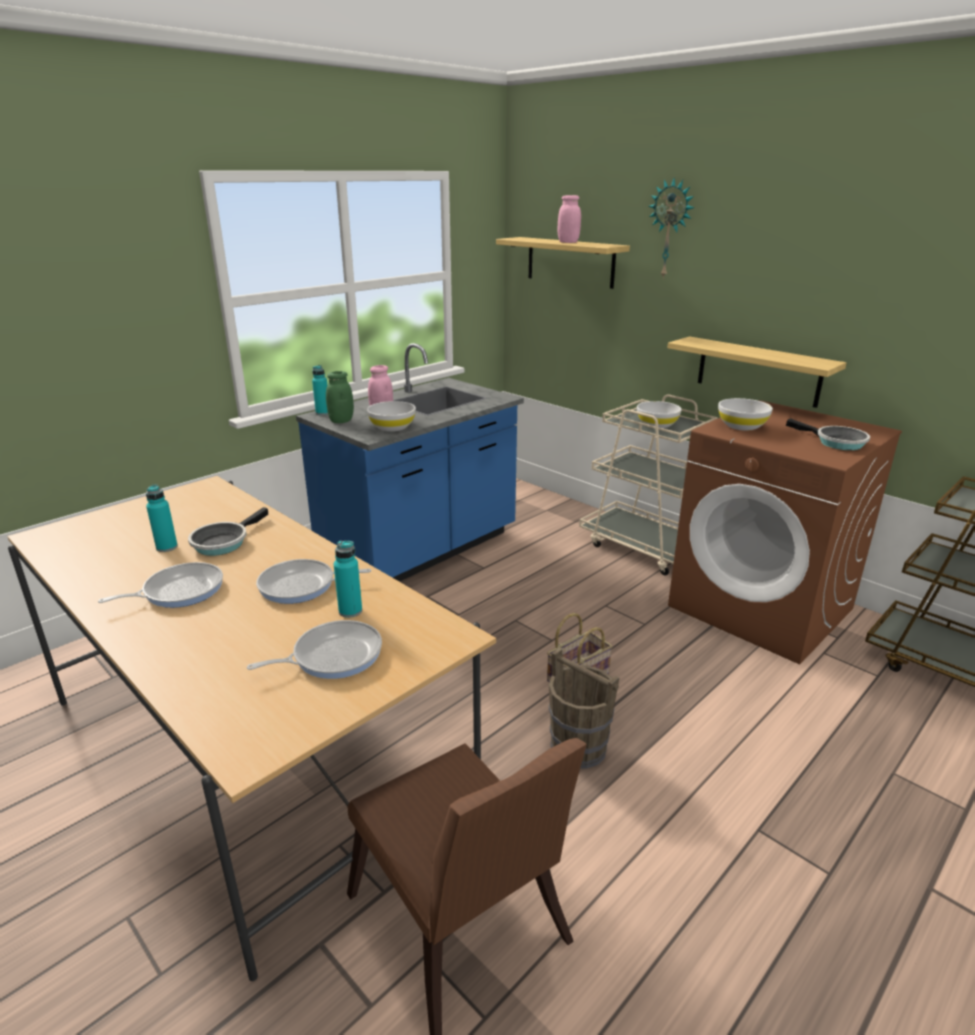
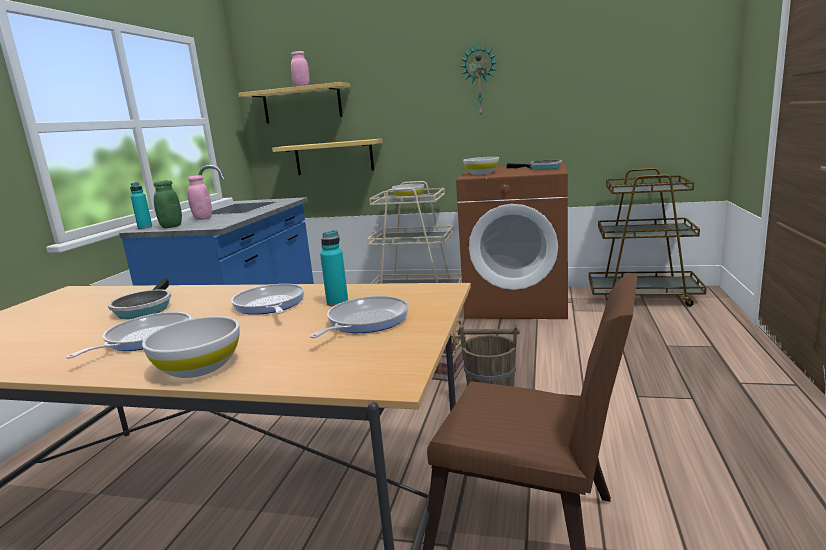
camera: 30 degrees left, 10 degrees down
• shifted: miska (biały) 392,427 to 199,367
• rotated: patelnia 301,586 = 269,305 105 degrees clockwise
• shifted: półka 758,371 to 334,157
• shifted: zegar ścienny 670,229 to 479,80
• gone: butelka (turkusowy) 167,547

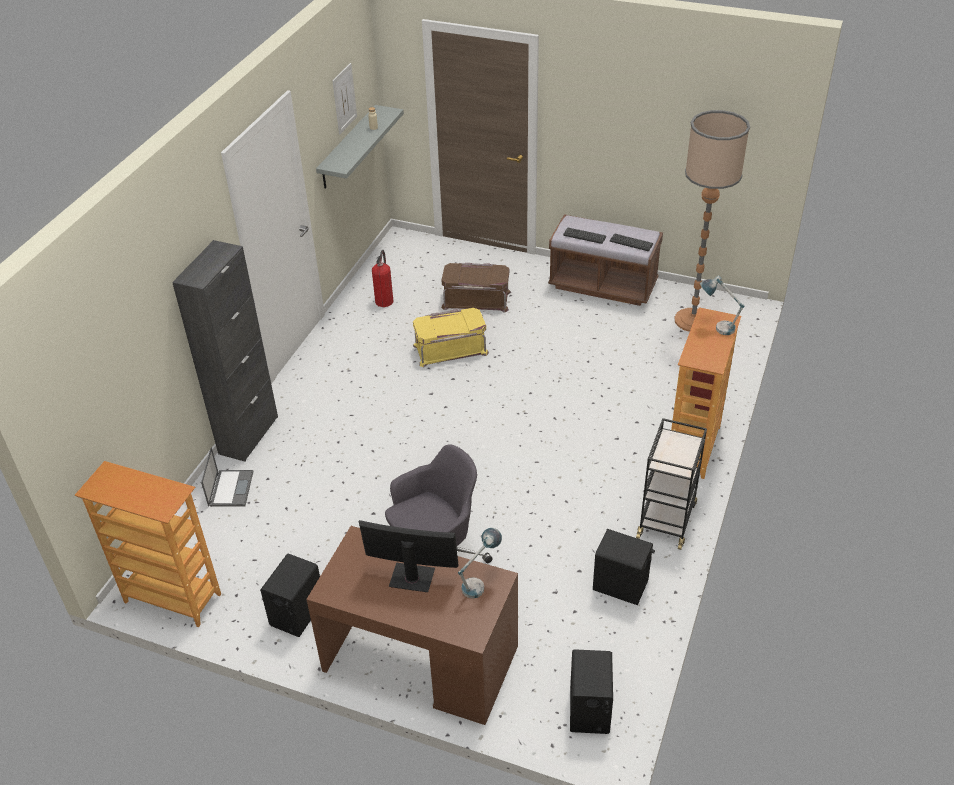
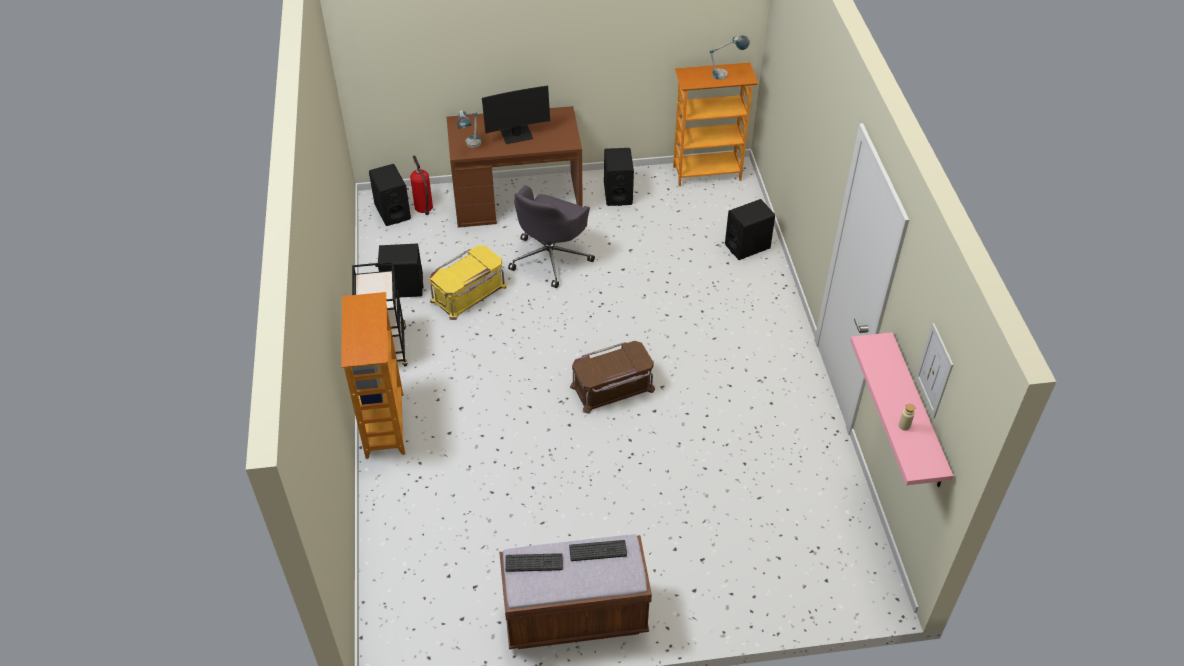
camera: 150 degrees right, 5 degrees up
• shifted: gaśnica 384,300 to 424,208
• shifted: pojemnik do przechowywania (żółty) 450,348 to 469,294
• shifted: pojemnik do przechowywania (brązowy) 476,299 to 612,388
• shifted: lampa stołowa 716,327 to 726,74
• swapped: laptop 230,488 to głośnik (czarny) 747,246
• repainted: półka (szary) 348,147 to półka (różowy) 917,412
• gone: szafka (czarny) 248,435
• gone: lampa stojąca 693,320

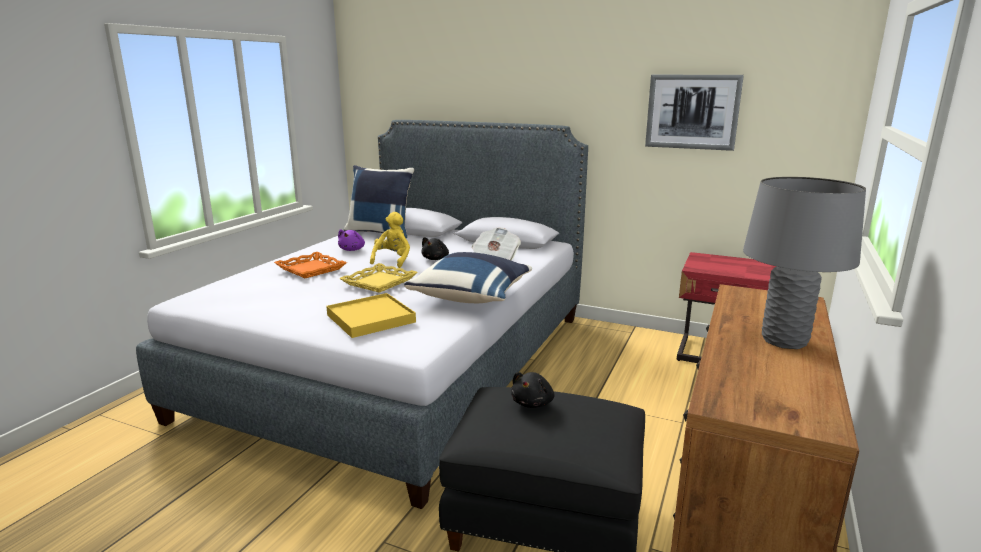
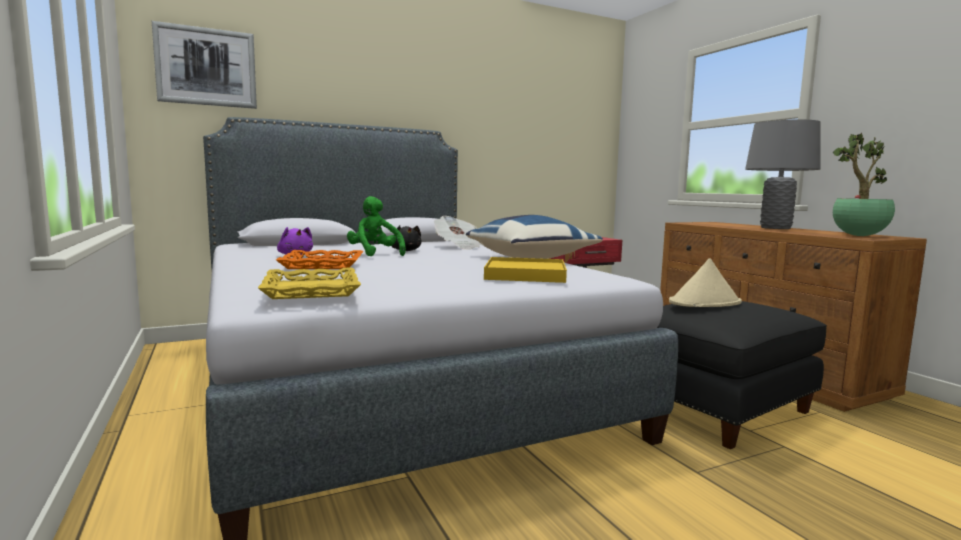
camera: 50 degrees left, 10 degrees down
• shifted: obraz 692,112 to 206,67
• shifted: taca (żółty) 379,282 to 310,290
• repainted: pluszak (żółty) 392,260 to pluszak (zielony) 375,254
• swapped: pluszak (czarny) 533,403 to kapelusz (beżowy) 705,303
• new: roślina doniczkowa 858,236
• gone: poduszka (niebieski) 381,232

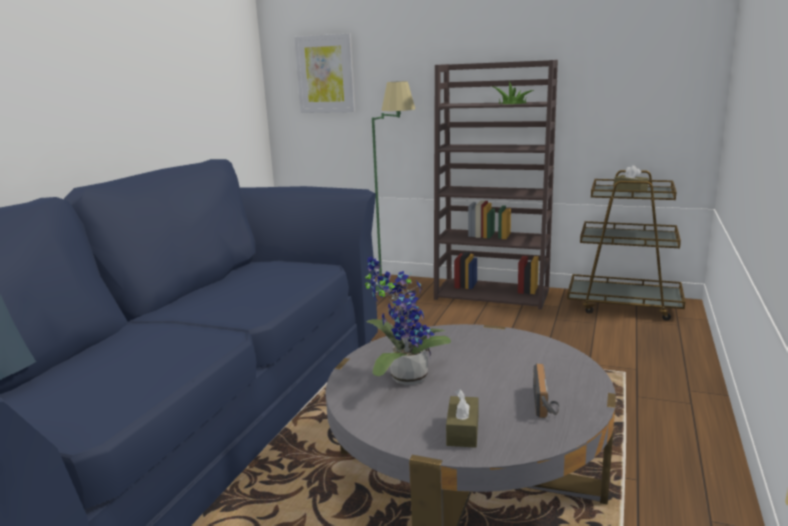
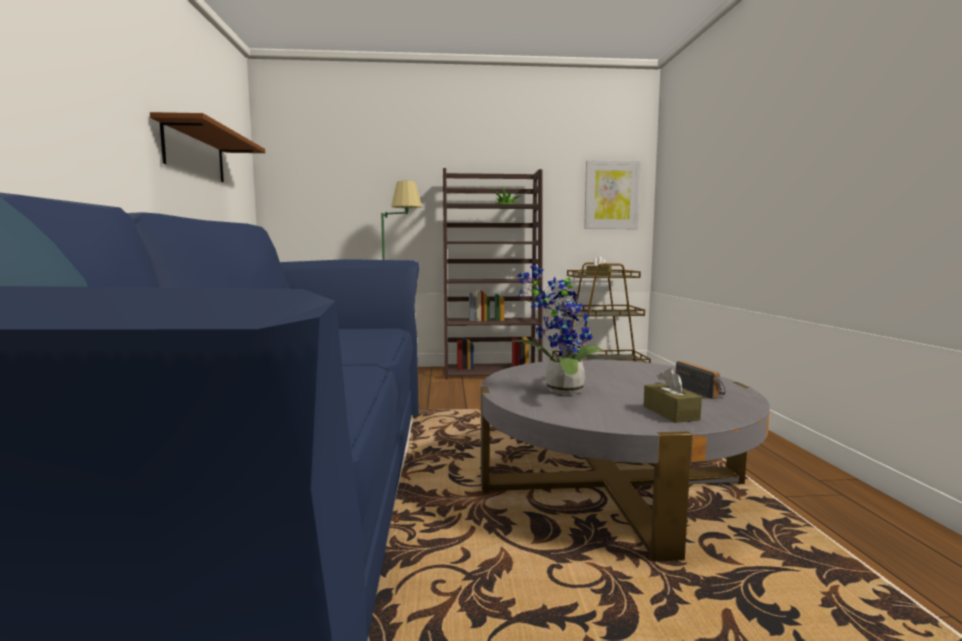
camera: 25 degrees left, 10 degrees down
• new: półka (brązowy) 194,153
• shifted: obraz 325,74 to 611,195

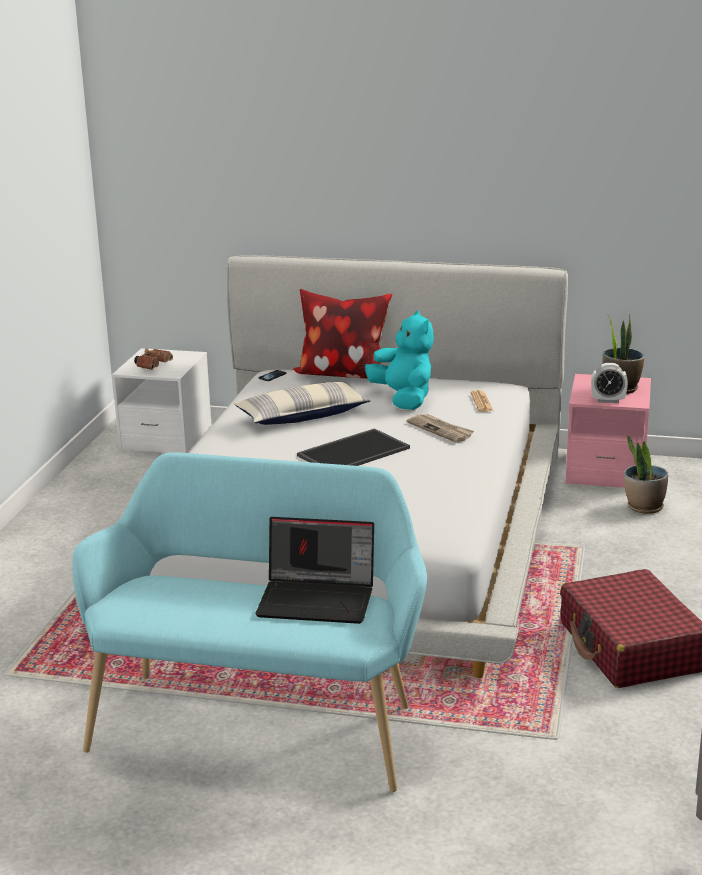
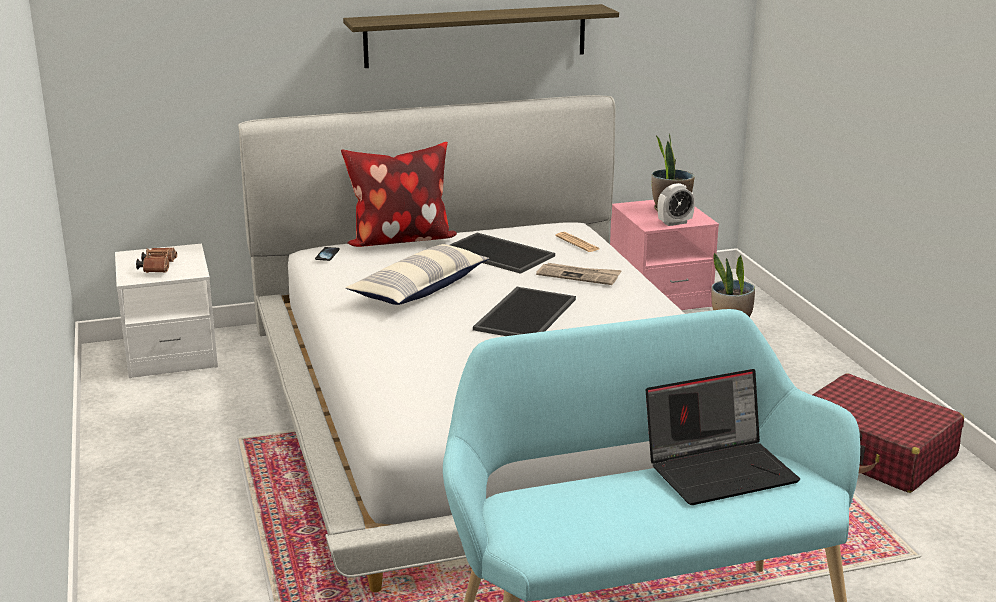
camera: 30 degrees left, 0 degrees up
• new: półka 476,35
• swapped: pluszak (turkusowy) 403,399 to taca 499,253

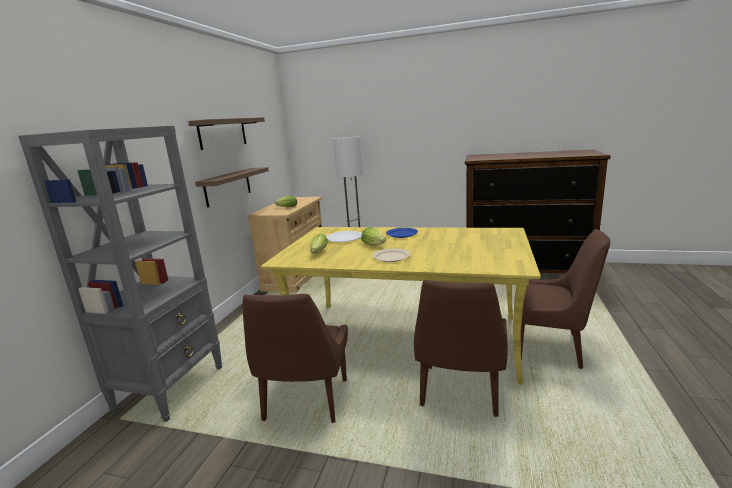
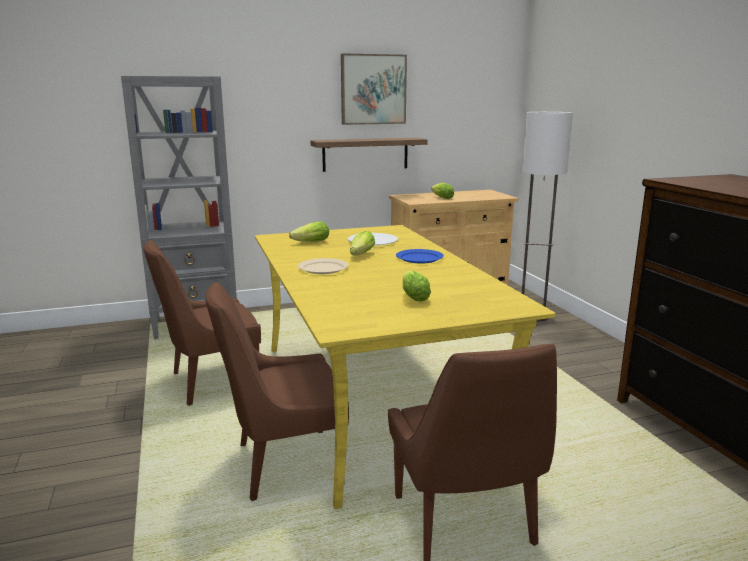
camera: 55 degrees right, 0 degrees up
• swapped: półka 222,133 to obraz 373,89
• new: sałata 414,296

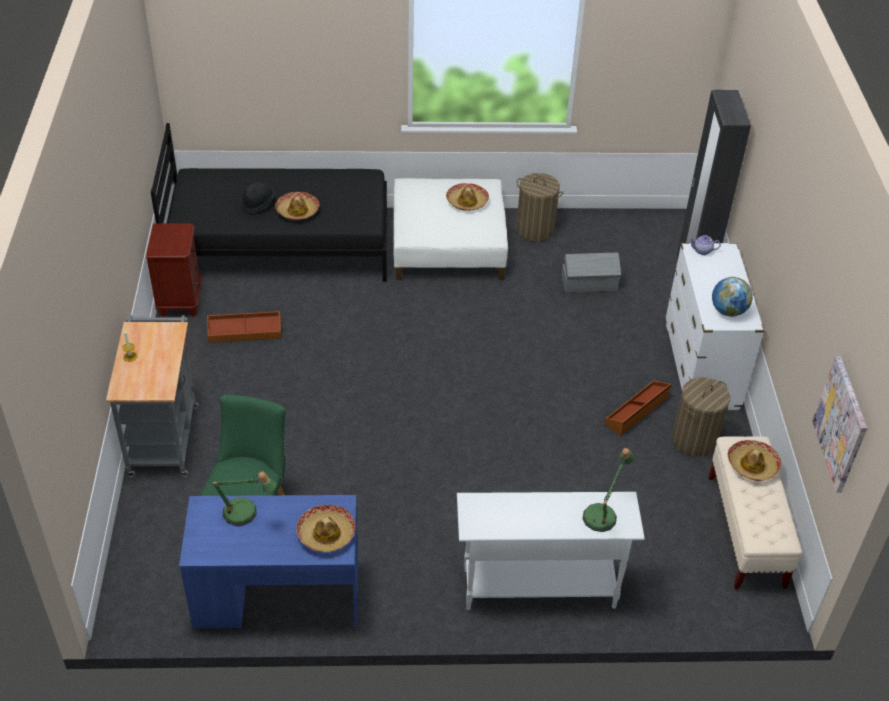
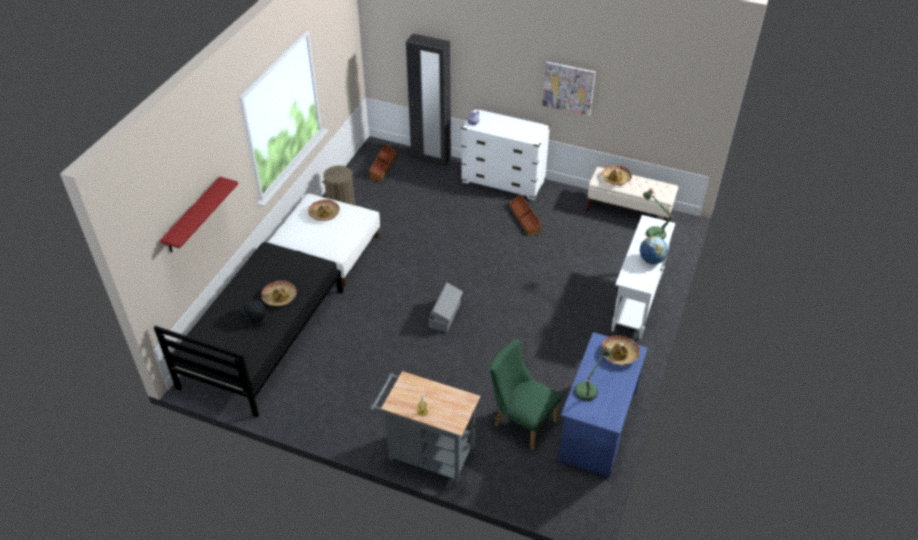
camera: 65 degrees left, 0 degrees up
• new: półka (czerwony) 193,216
• shifted: pojemnik do przechowywania (brązowy) 245,333 to 383,166
• shifted: pojemnik do przechowywania (szary) 590,284 to 445,315
• shifted: obraz 841,424 to 568,88
• shifted: globus 728,311 to 651,260
• gone: szafka nocna (brązowy) 180,300
• gone: kosz na pranie 694,440

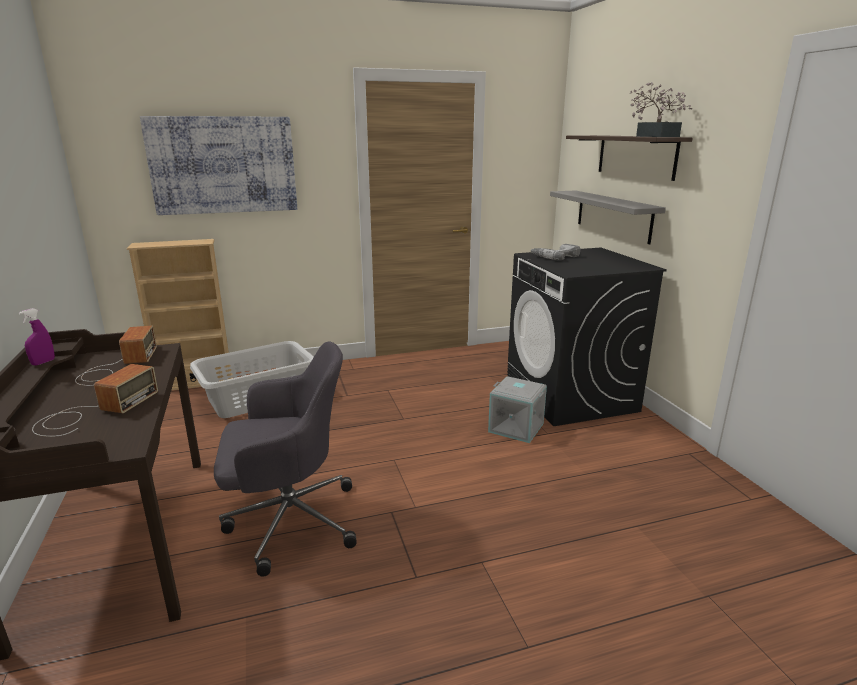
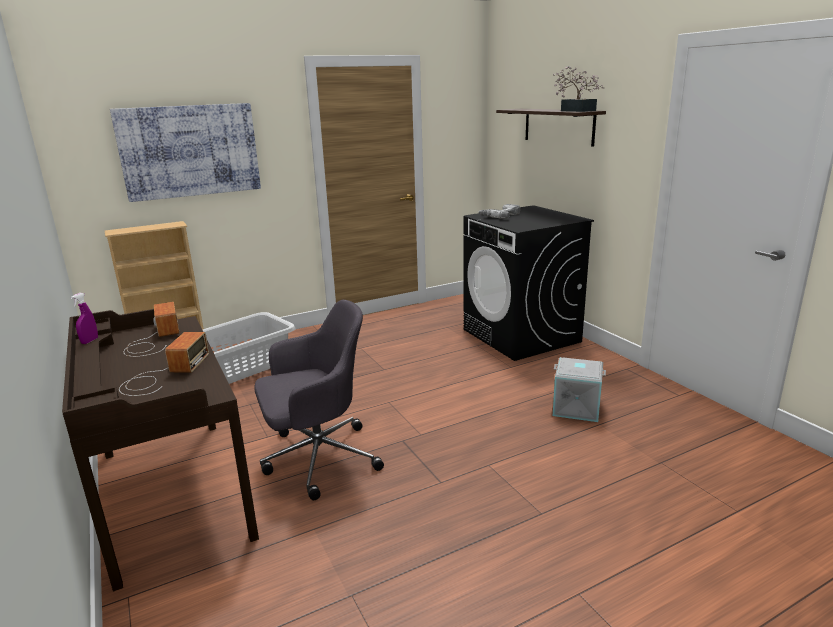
camera: 10 degrees left, 0 degrees up
• shifted: pojemnik do przechowywania (szary) 516,427 to 577,407
• gone: półka (szary) 613,215

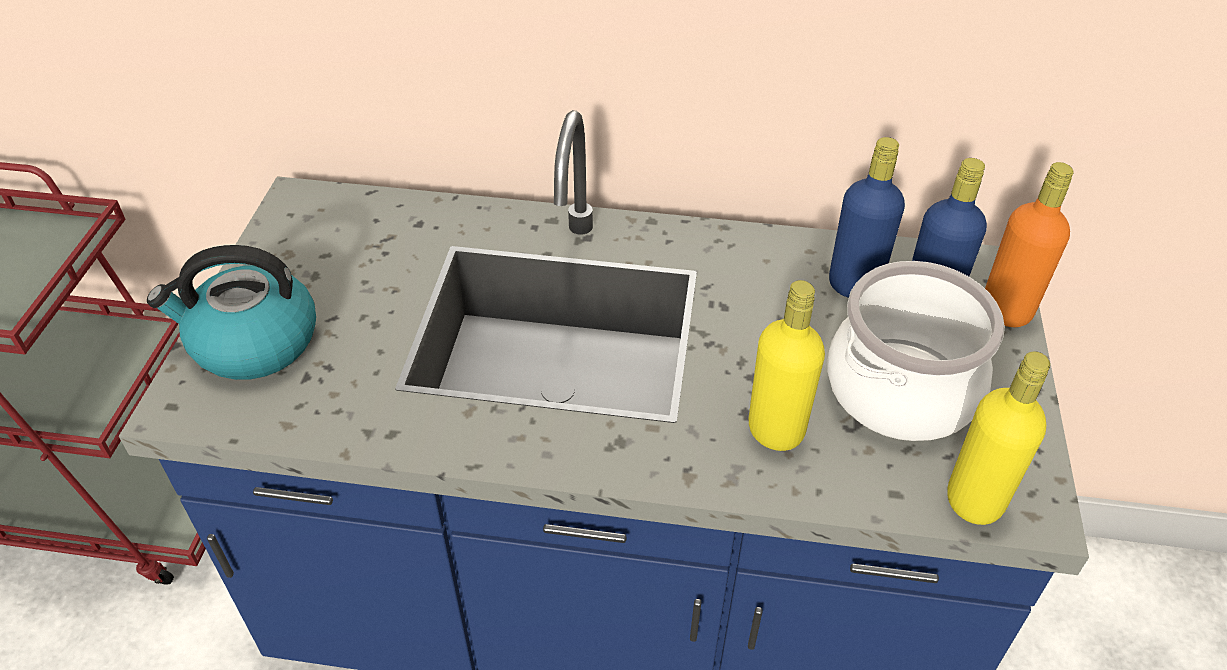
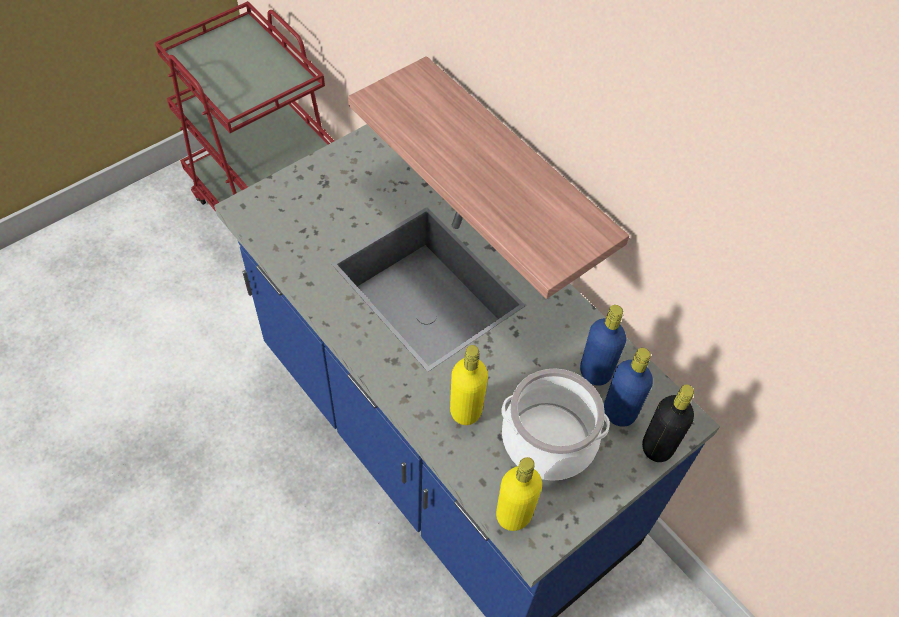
camera: 40 degrees right, 10 degrees up
• new: półka 516,169
• repainted: butelka (pomarańczowy) 1006,311 to butelka (czarny) 657,447
• gone: czajnik 253,343

